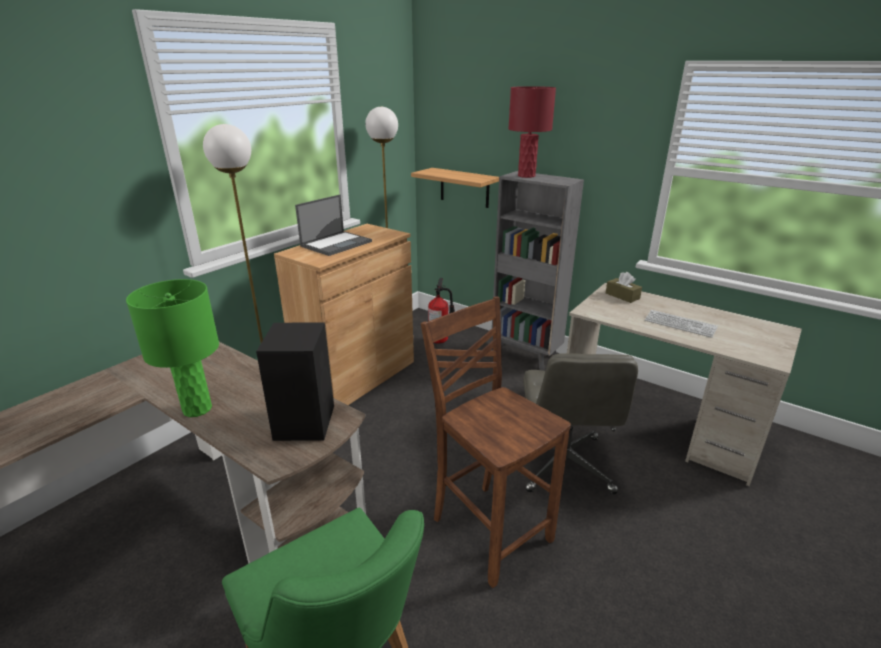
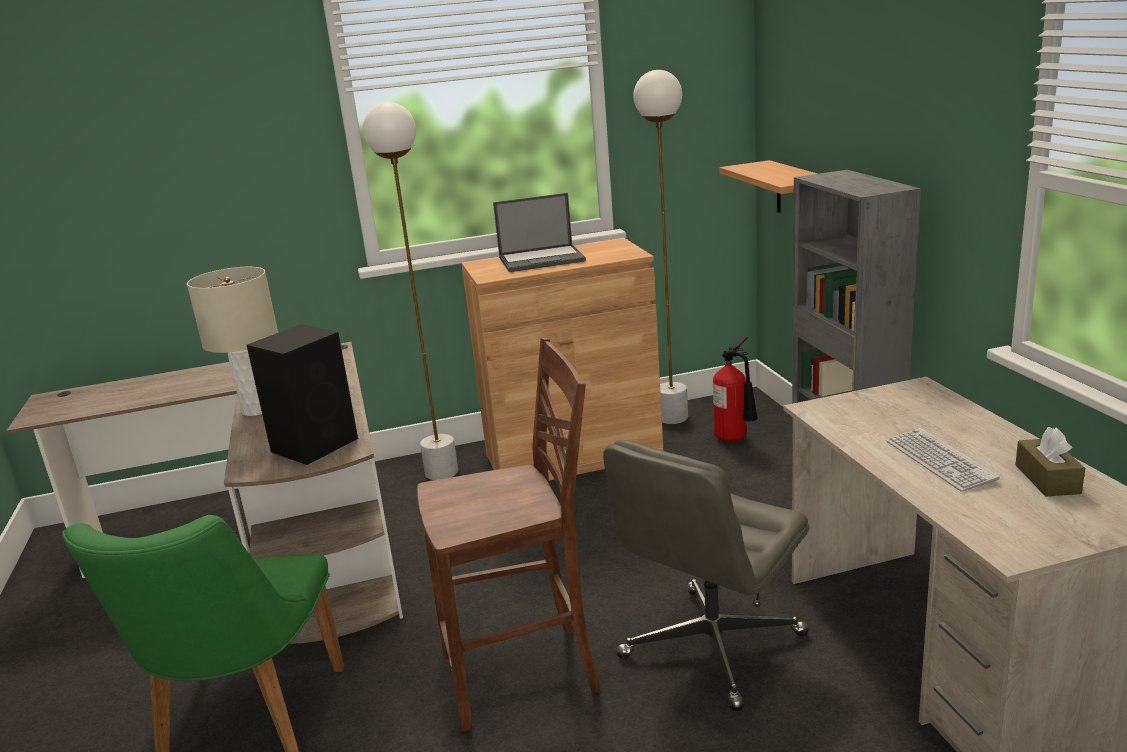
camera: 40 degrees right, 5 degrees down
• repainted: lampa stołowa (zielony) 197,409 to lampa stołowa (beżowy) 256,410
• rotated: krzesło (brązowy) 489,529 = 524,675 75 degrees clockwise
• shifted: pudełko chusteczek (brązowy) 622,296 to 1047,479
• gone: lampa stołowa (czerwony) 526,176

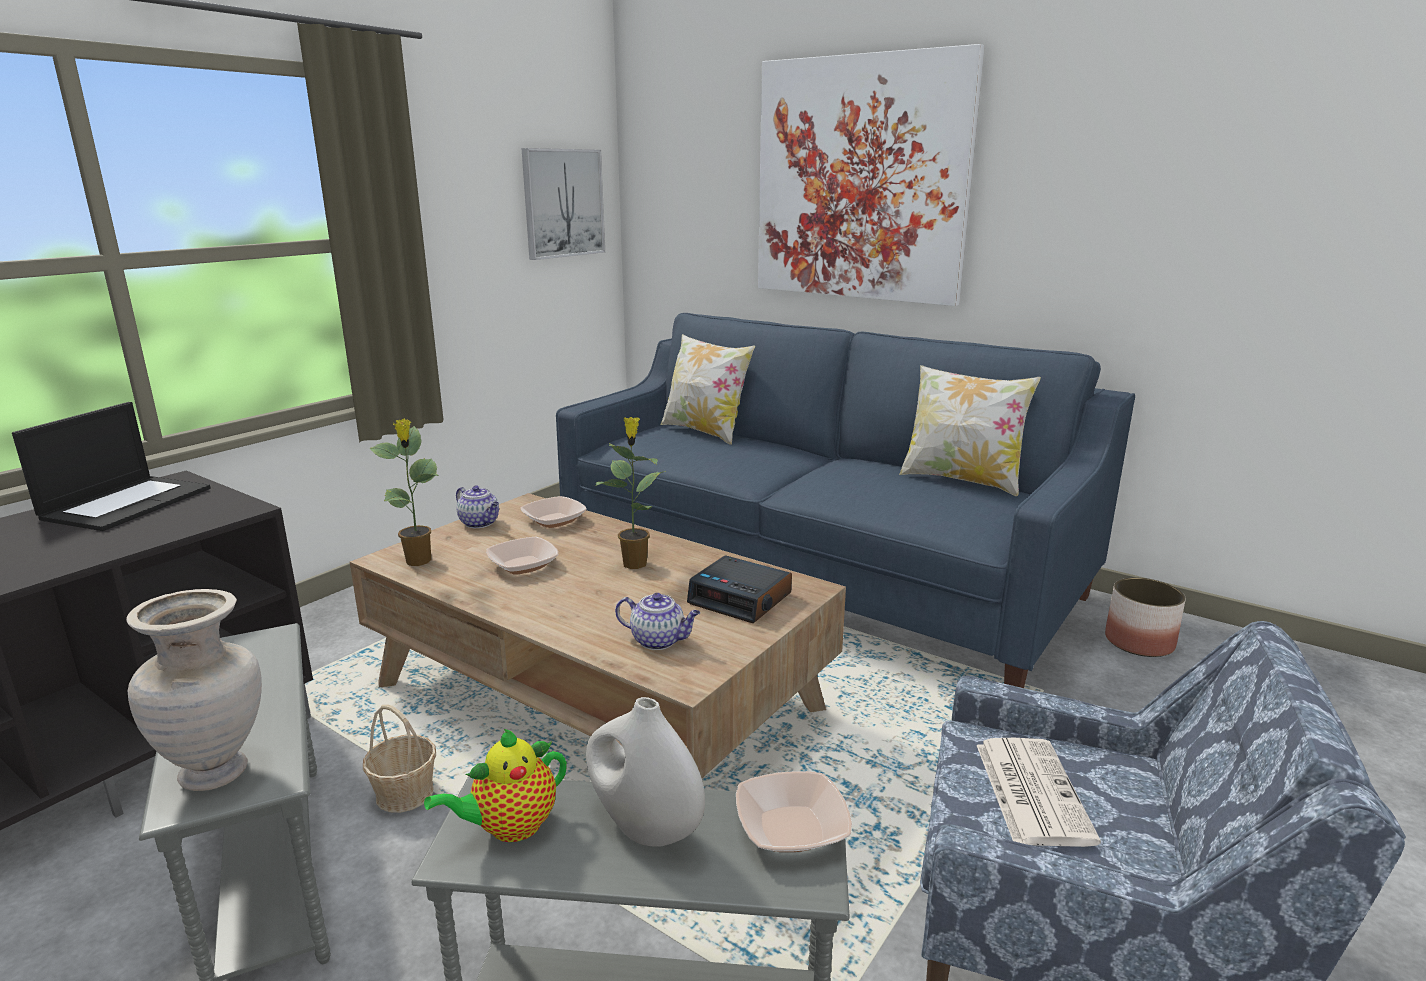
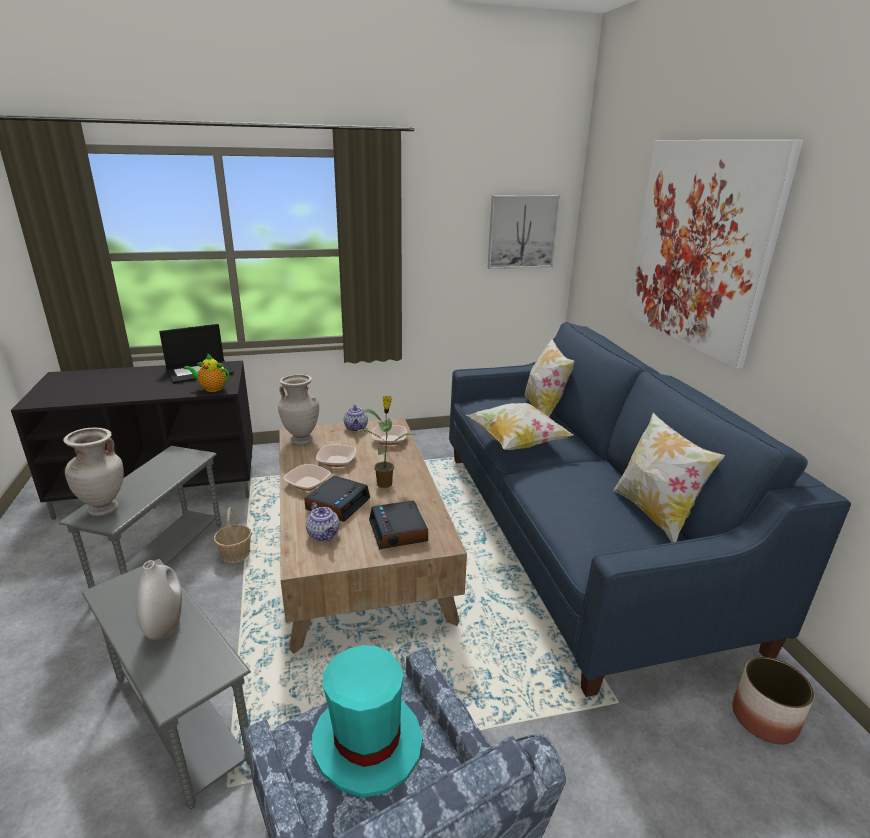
camera: 40 degrees right, 5 degrees up
• shifted: imbryk 510,827 to 211,388
• swapped: roślina doniczkowa 419,561 to wazon (beżowy) 302,440
• shifted: miska 791,828 to 307,483
• new: budzik 338,504
• swapped: gazeta 1030,790 to kapelusz (turkusowy) 367,741
• new: poduszka 516,443

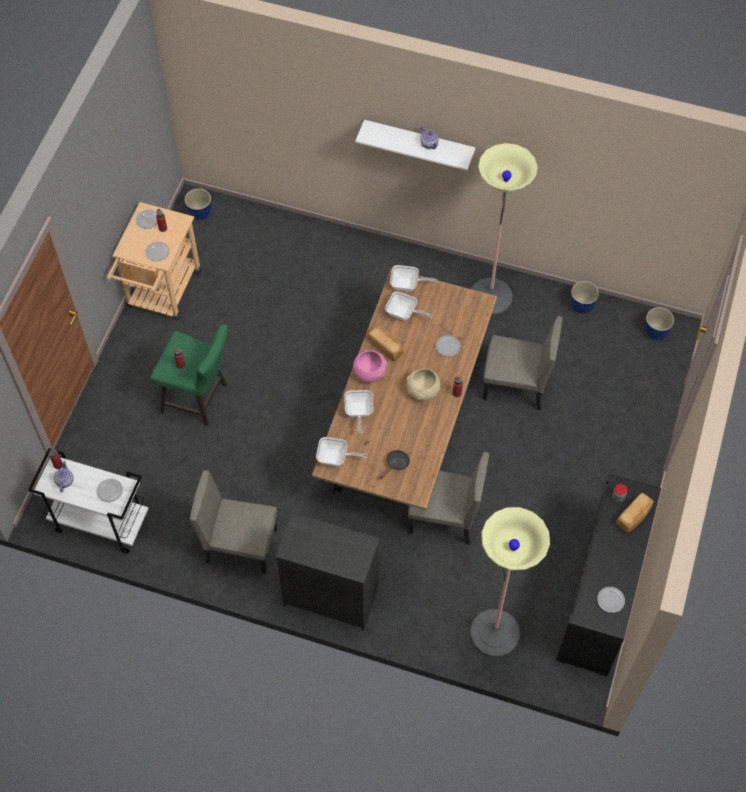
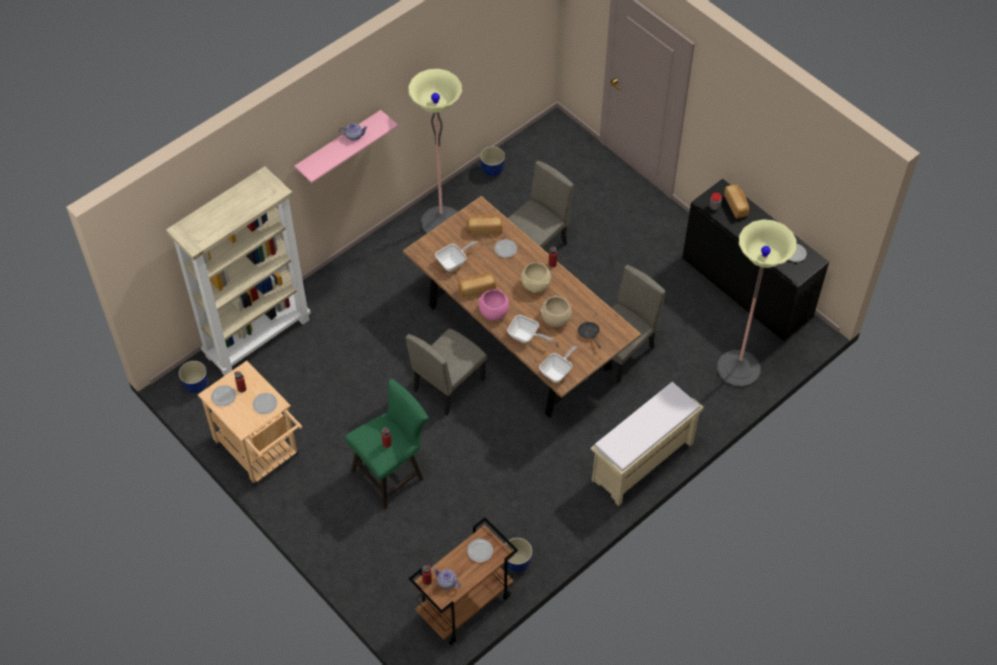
camera: 60 degrees left, 5 degrees down
• new: regał (beżowy) 258,337
• repainted: półka (biały) 419,142 to półka (różowy) 339,146
• shifted: krzesło (beżowy) 241,545 to 448,384
• repainted: wózek (biały) 100,523 to wózek (brązowy) 464,605
• new: chleb 484,229
• shifted: donica 656,331 to 517,562
• new: miska (beżowy) 555,319
• swapped: komoda (czarny) 331,596 to ławka (beżowy) 642,463
• gone: patelnia 407,285

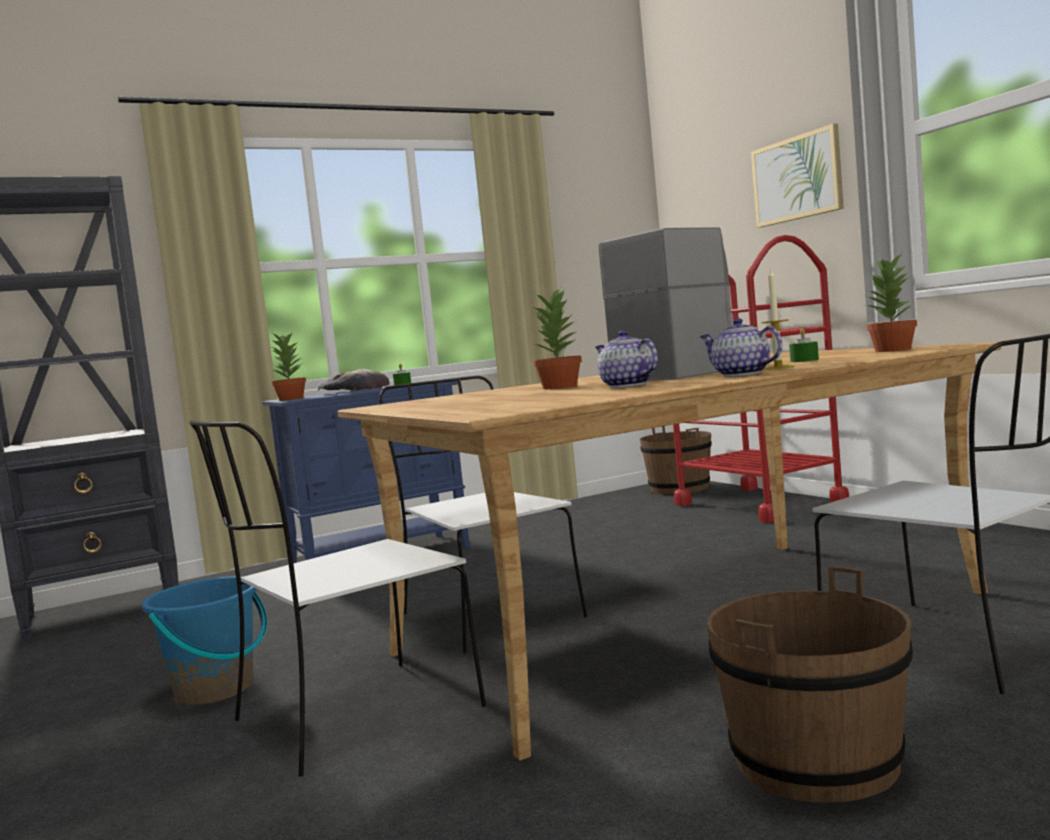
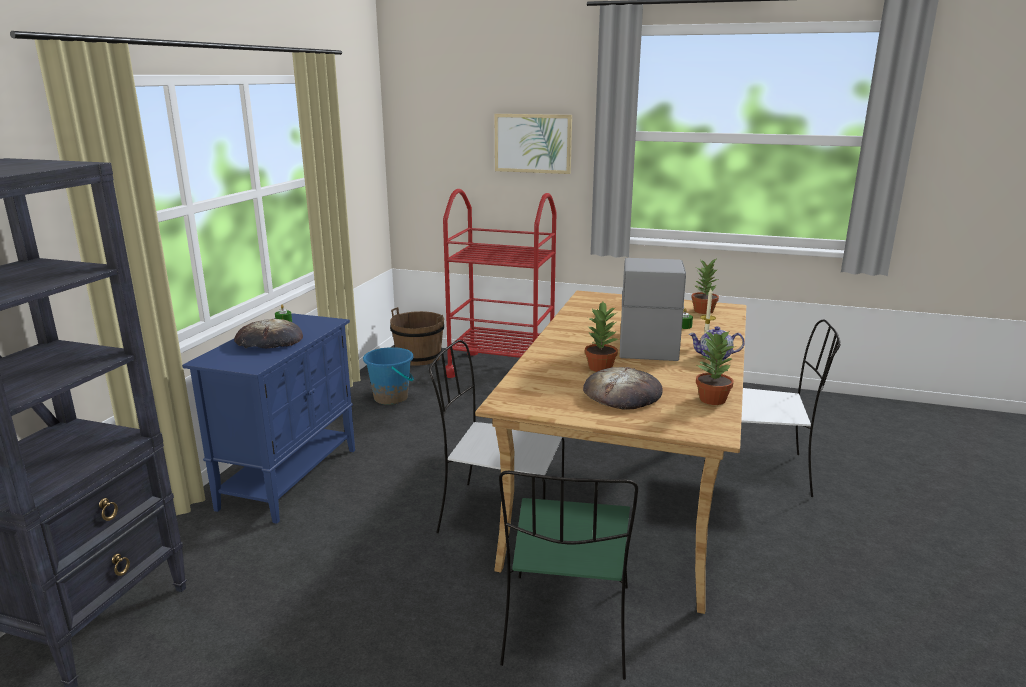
camera: 45 degrees left, 15 degrees up
• shifted: wiadro (niebieski) 215,690 to 391,398
• repainted: krzesło (biały) 352,717 to krzesło (zielony) 567,627
• new: chleb 622,393
• shifted: roślina doniczkowa 290,399 to 711,399
• gone: imbryk 626,386
• gone: wiadro (brązowy) 815,761

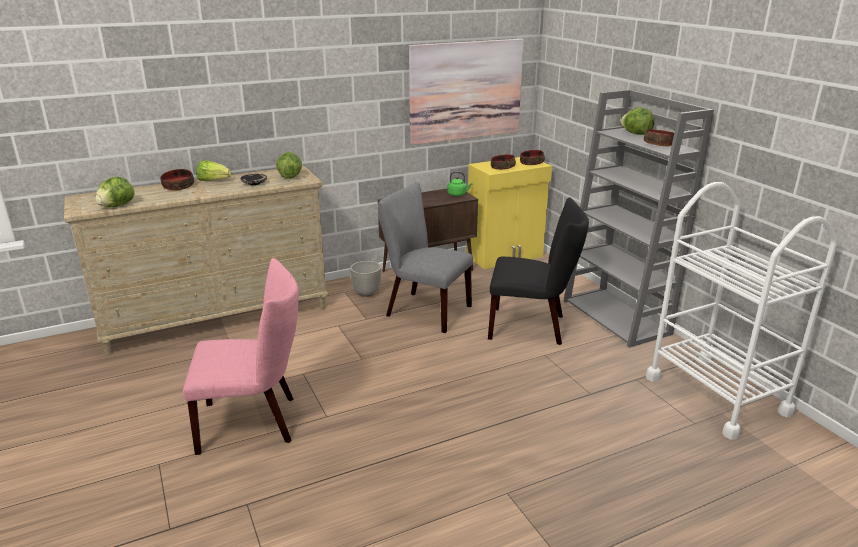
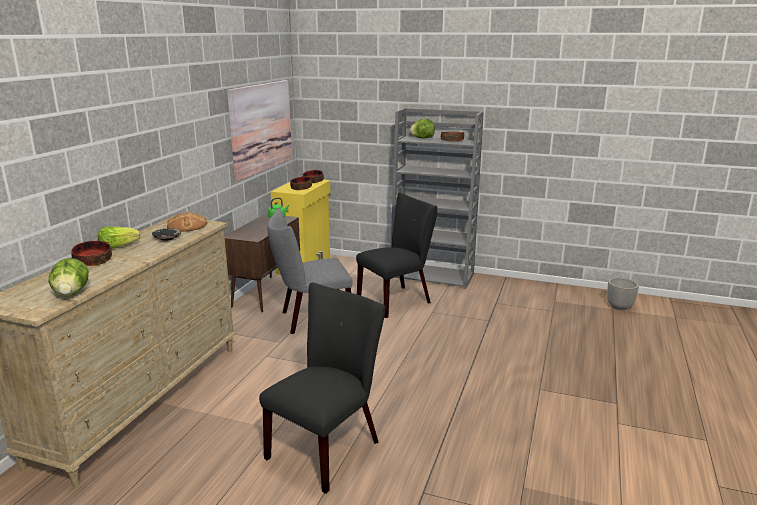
camera: 45 degrees left, 5 degrees down
• swapped: sałata 290,177 to chleb 187,226
• repainted: krzesło (różowy) 255,422 to krzesło (czarny) 329,446
• shifted: donica 366,293 to 619,307
• gone: wózek (biały) 716,395

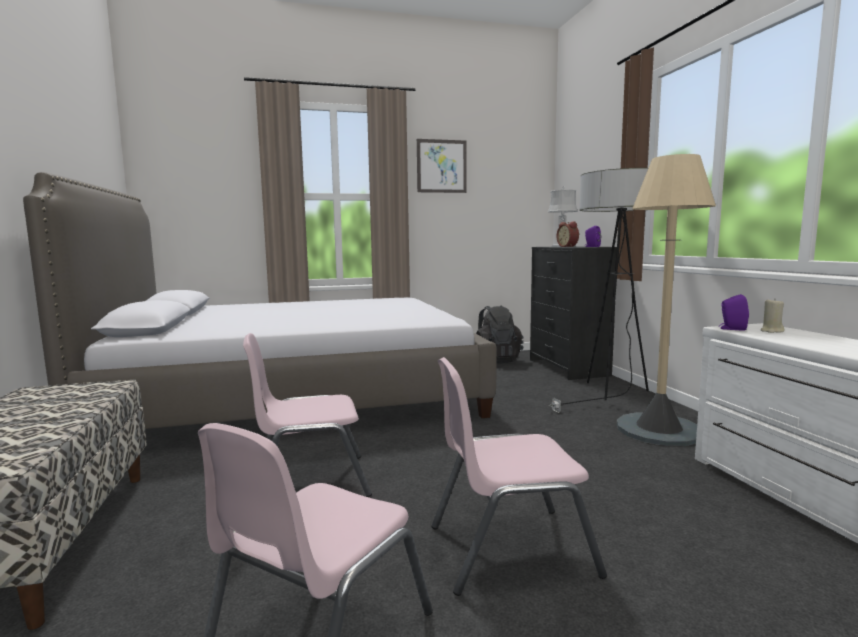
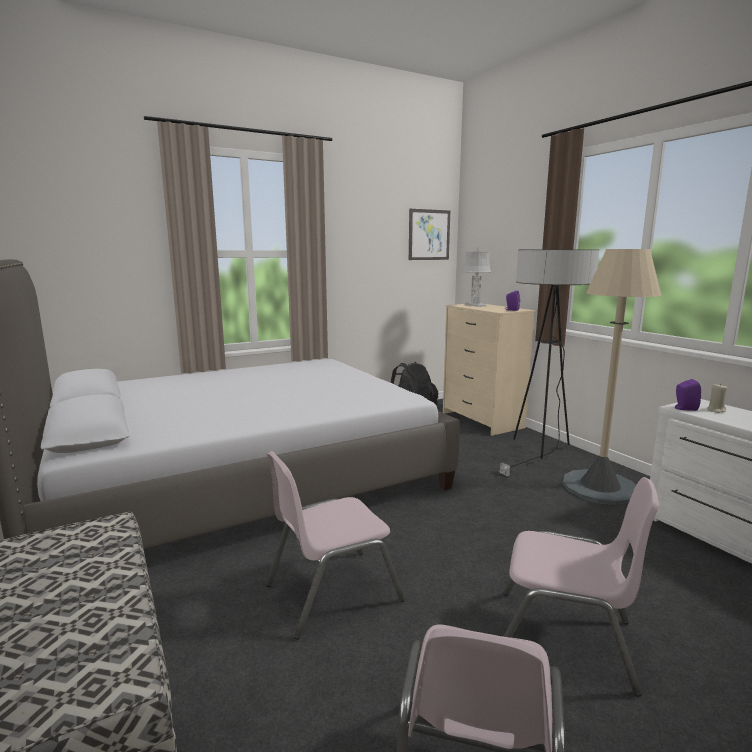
camera: 15 degrees left, 5 degrees up
• shifted: obraz 441,166 to 429,235
• repainted: komoda (czarny) 567,367 to komoda (beżowy) 481,420
• rotated: krzesło (różowy) 509,549 = 564,640 135 degrees counterclockwise
• gone: budzik 568,246

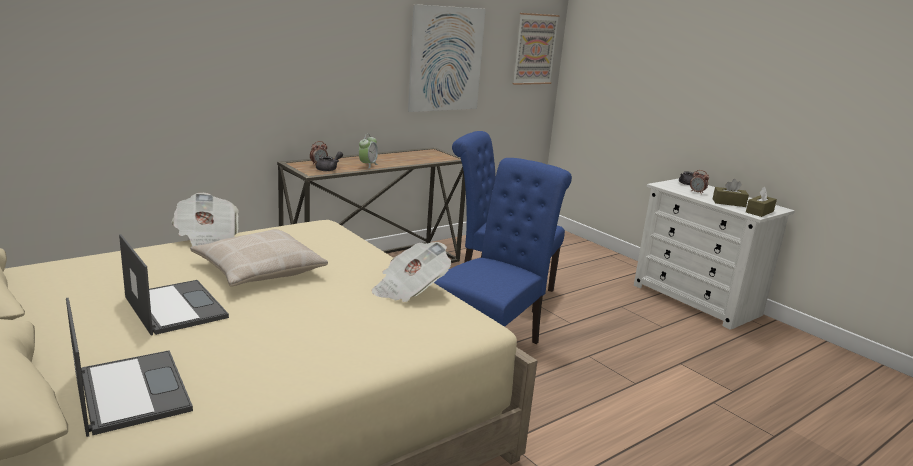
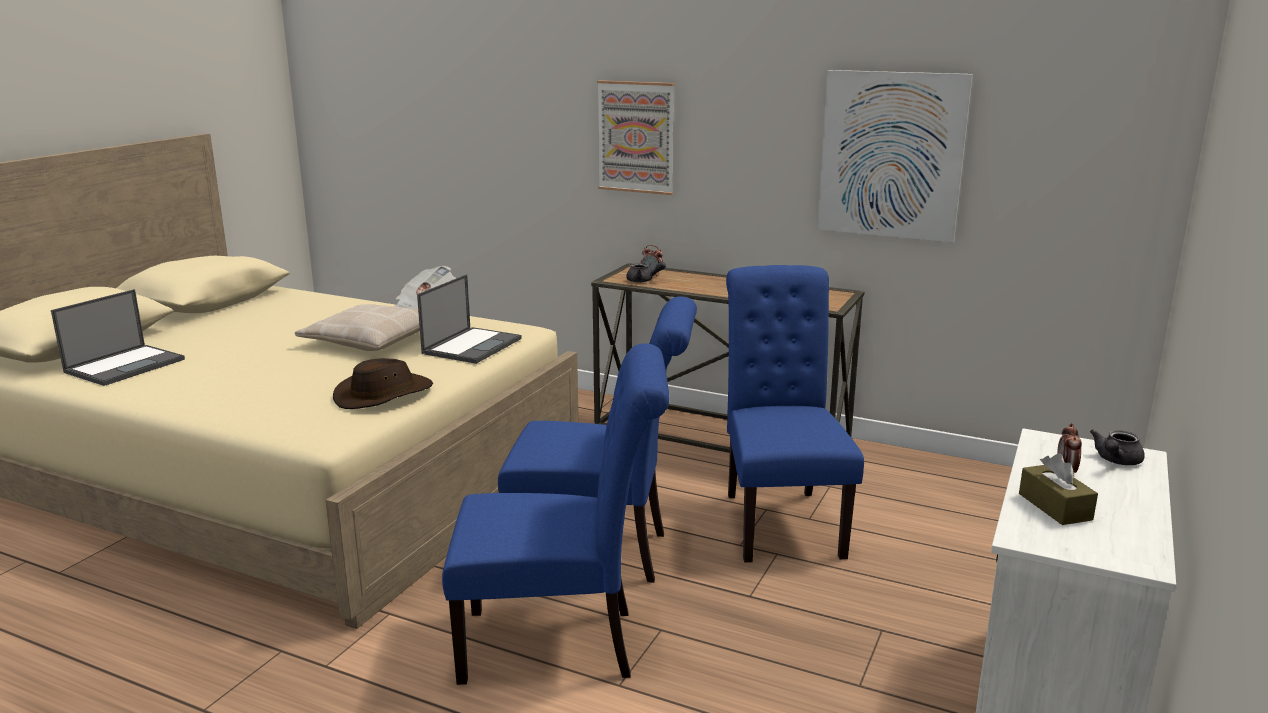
camera: 65 degrees right, 0 degrees up
• swapped: gazeta 409,290 to kapelusz (brązowy) 383,394
• shifted: laptop 174,307 to 472,345
• new: krzesło (niebieski) 561,644
• shifted: obraz 534,49 to 636,137
• gone: budzik 368,165
• gone: pudełko chusteczek (brązowy) 759,212

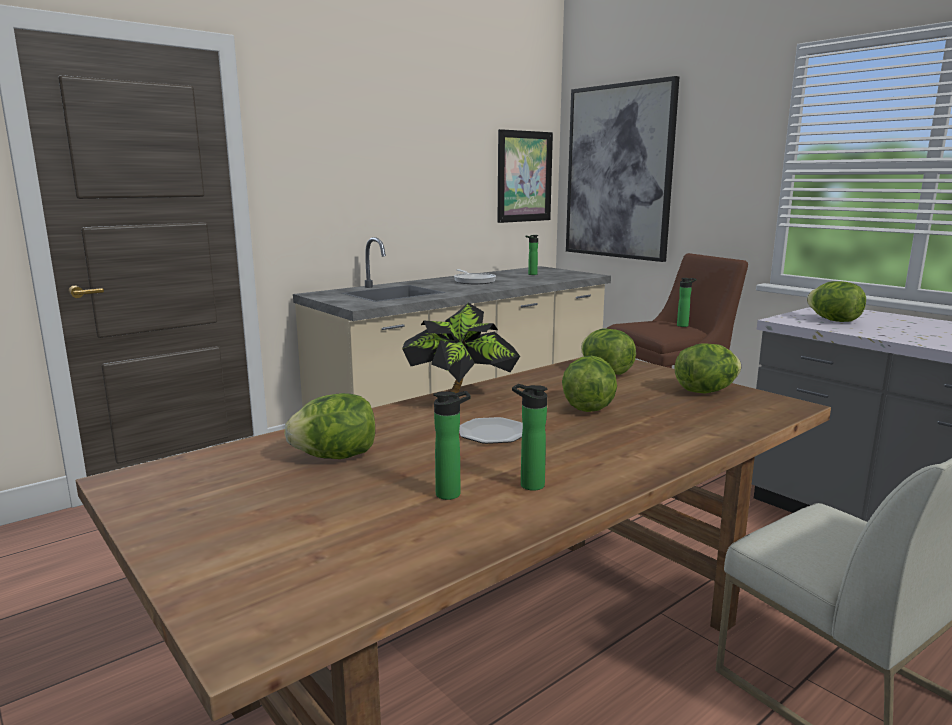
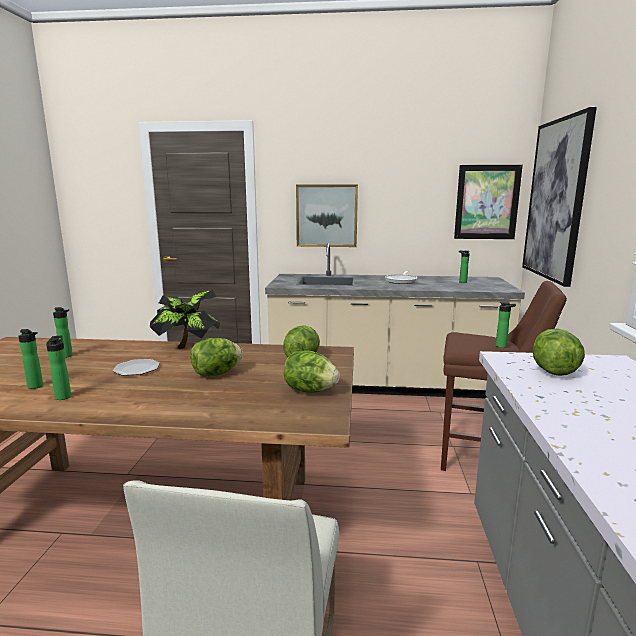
camera: 45 degrees right, 0 degrees up
• swapped: sałata 336,457 to butelka 67,356
• new: obraz 326,215

